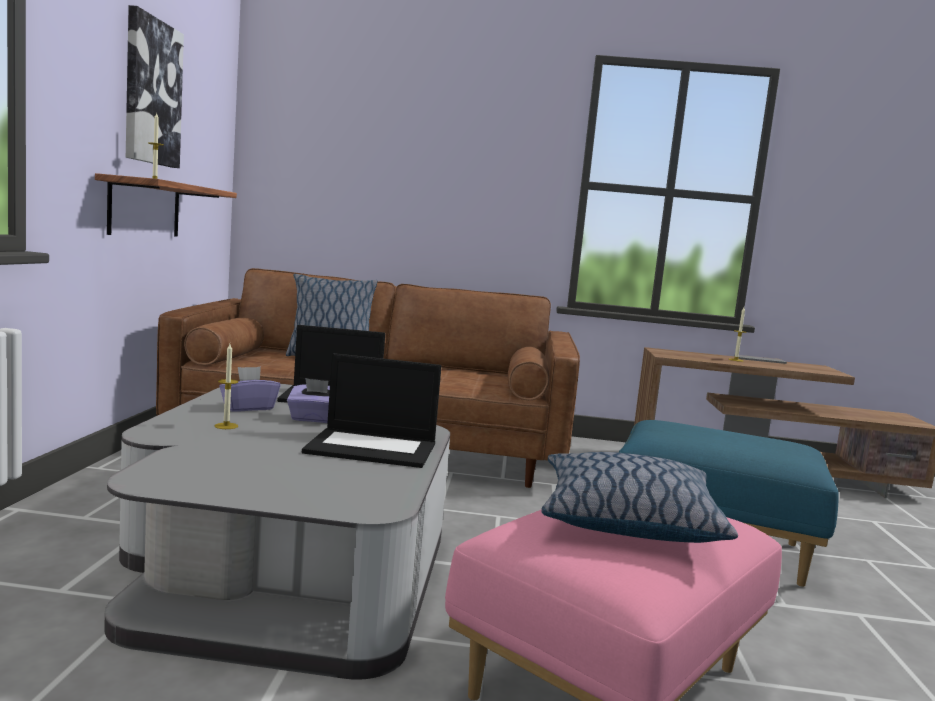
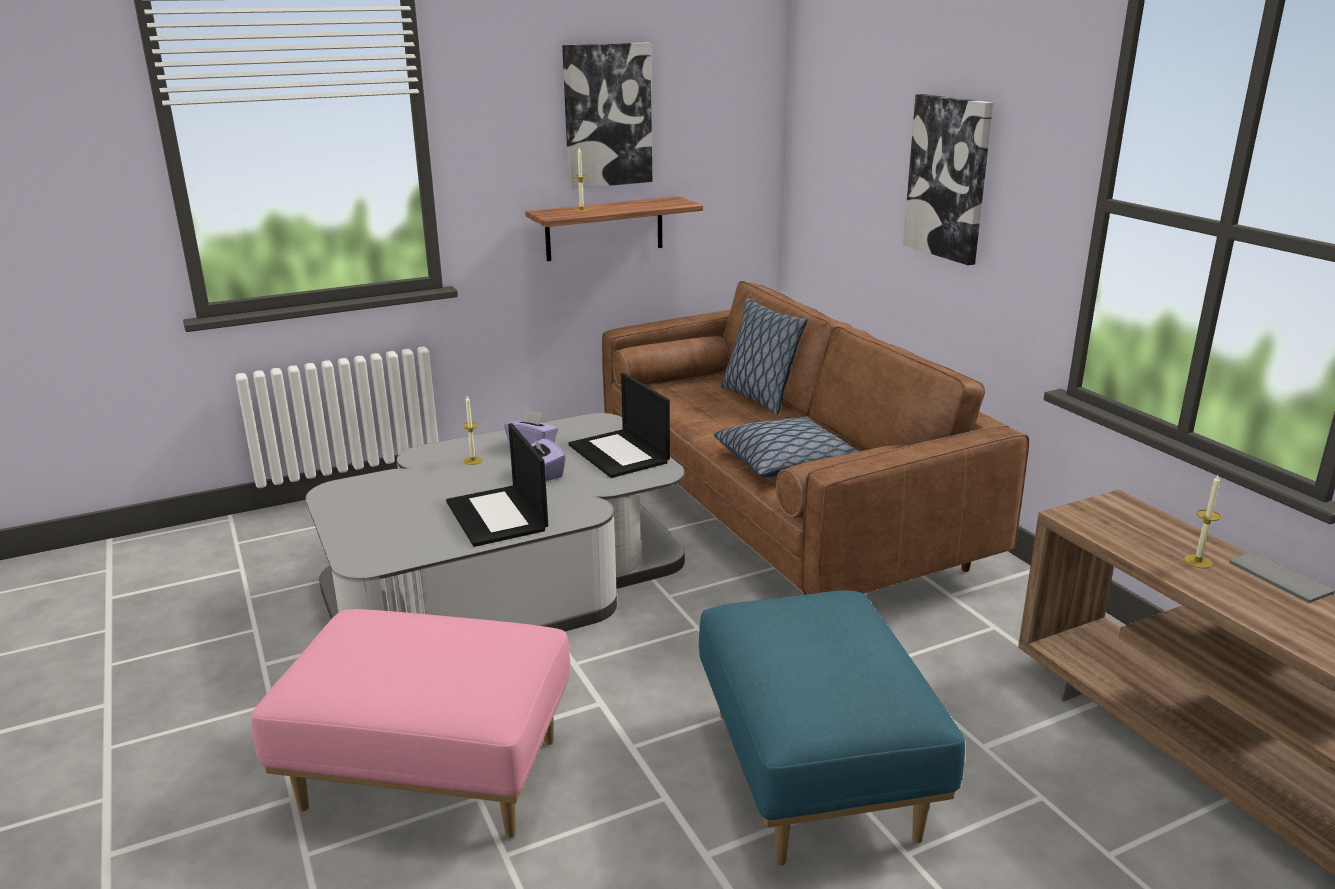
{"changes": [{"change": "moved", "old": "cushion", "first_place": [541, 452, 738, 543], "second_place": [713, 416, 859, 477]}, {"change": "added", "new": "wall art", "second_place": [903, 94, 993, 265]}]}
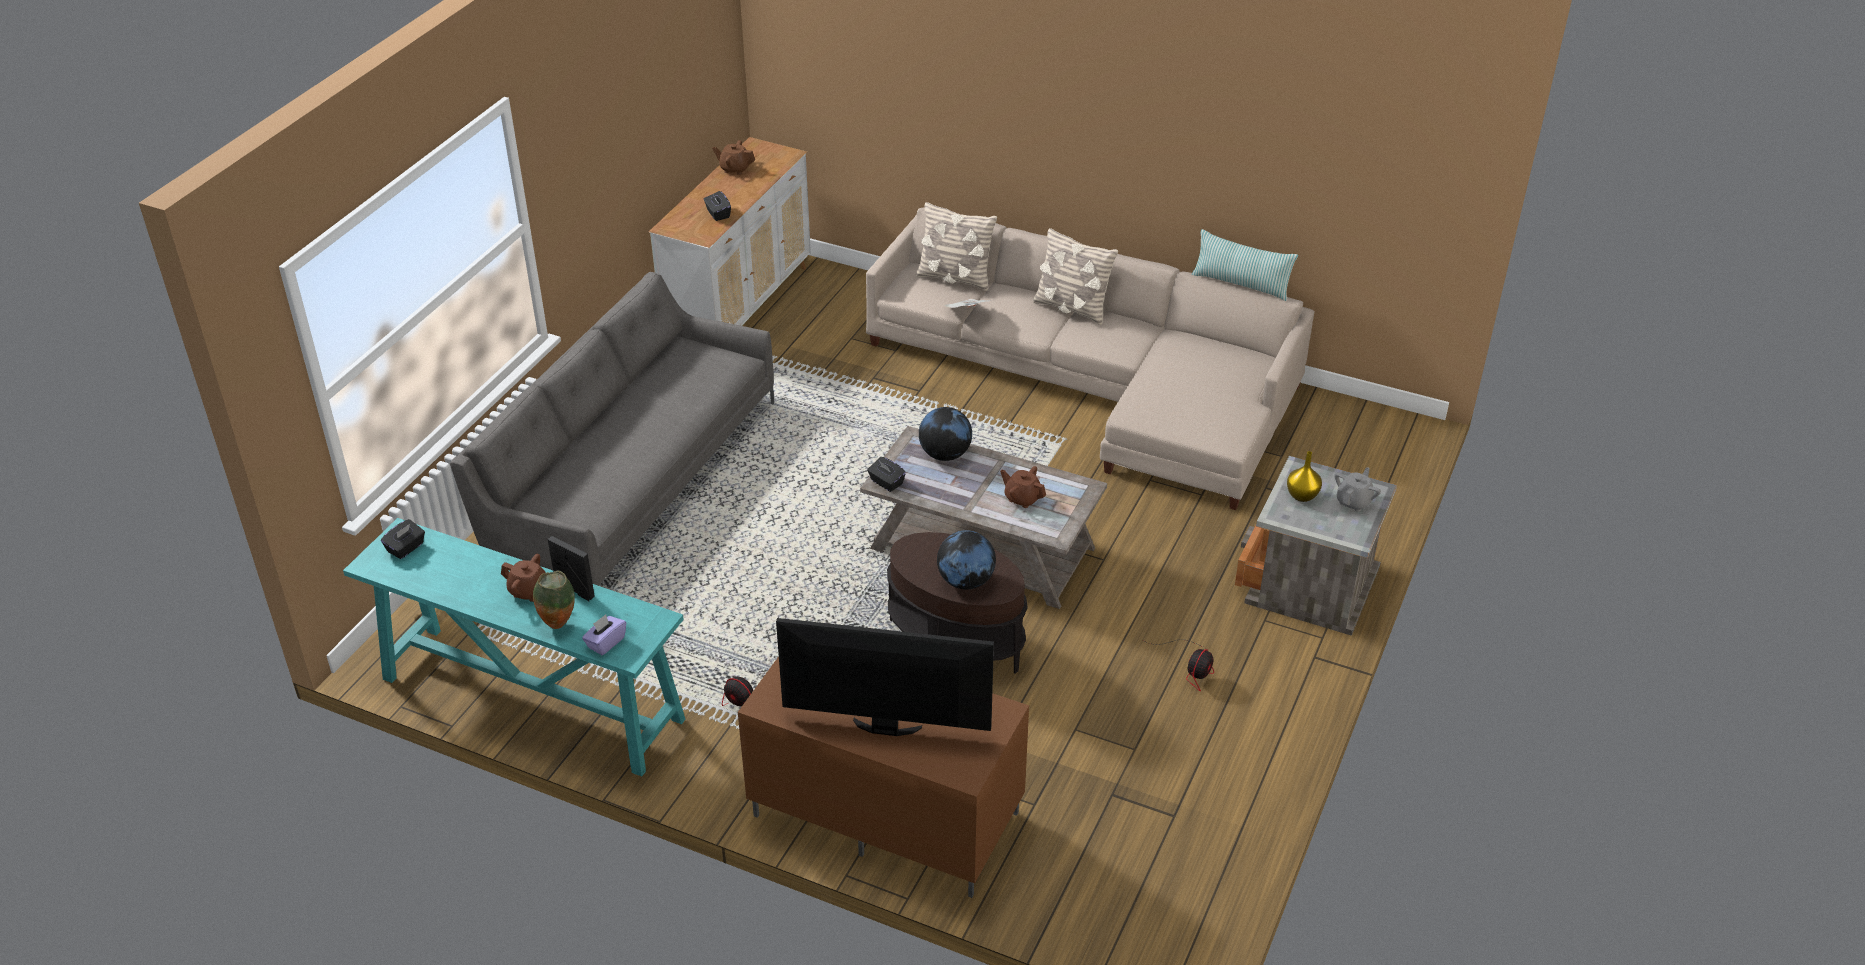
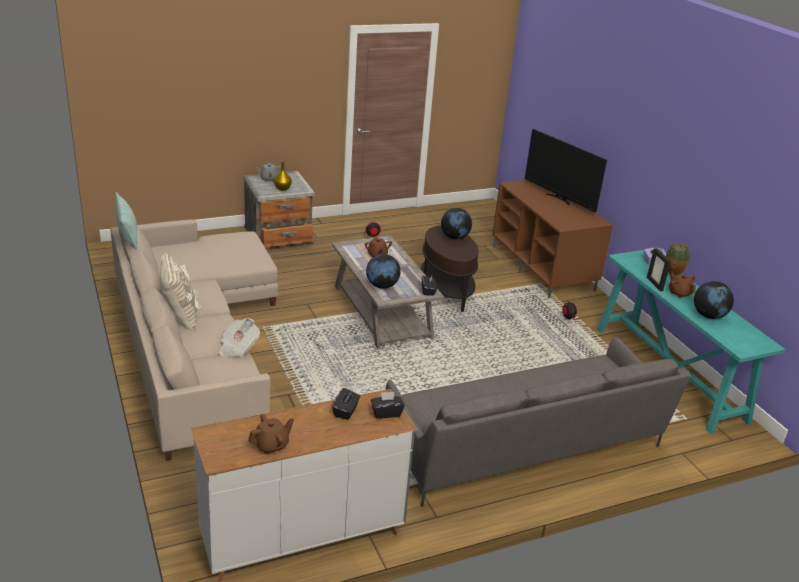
{"changes": [{"change": "moved", "old": "blackish box of tissues", "first_place": [381, 519, 425, 559], "second_place": [371, 392, 405, 419]}, {"change": "turned", "old": "brown pot for tea", "first_place": [712, 140, 755, 175], "second_place": [248, 414, 294, 455], "degrees": -90}, {"change": "removed", "old": "sand-coloured cushion", "first_place": [916, 202, 997, 291]}, {"change": "added", "new": "globe", "second_place": [694, 281, 734, 319]}]}
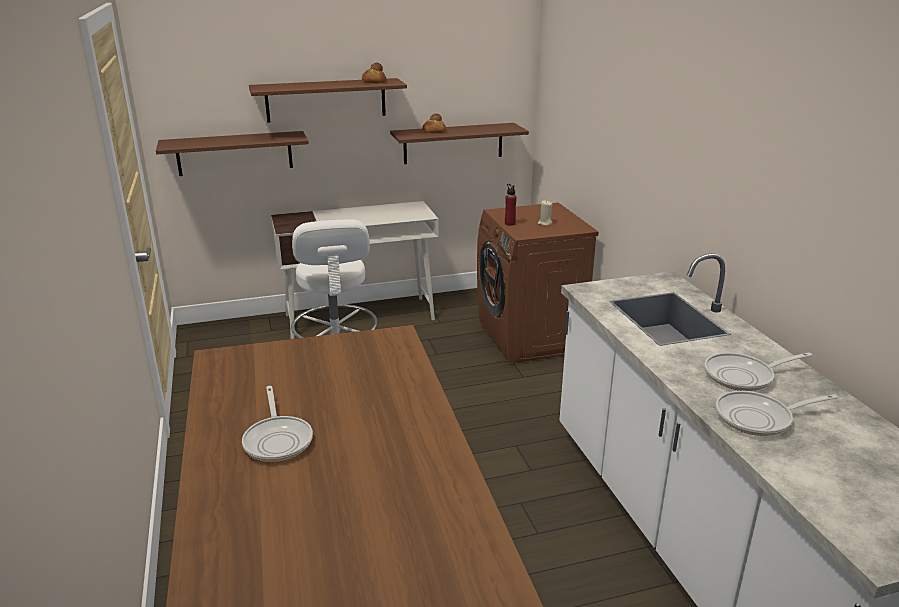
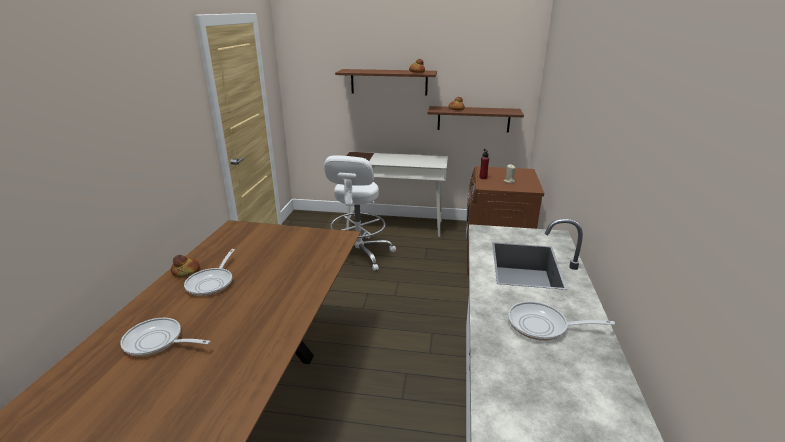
{"changes": [{"change": "removed", "old": "brown wall shelf", "first_place": [156, 131, 309, 176]}, {"change": "moved", "old": "skillet", "first_place": [716, 391, 838, 436], "second_place": [120, 318, 211, 356]}, {"change": "added", "new": "baked bread", "second_place": [171, 255, 200, 277]}]}
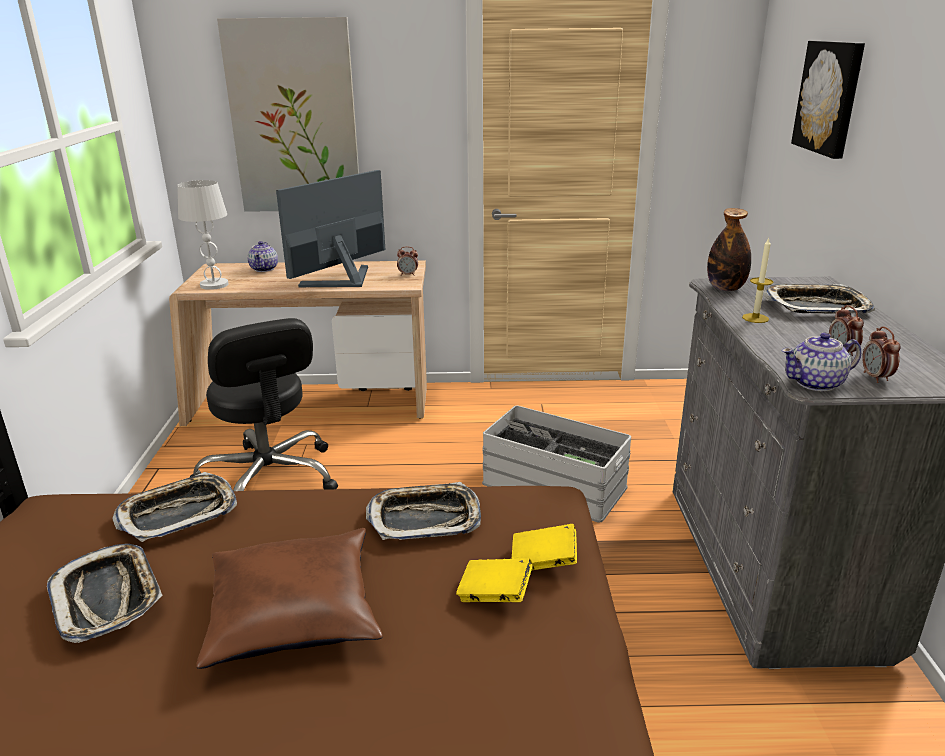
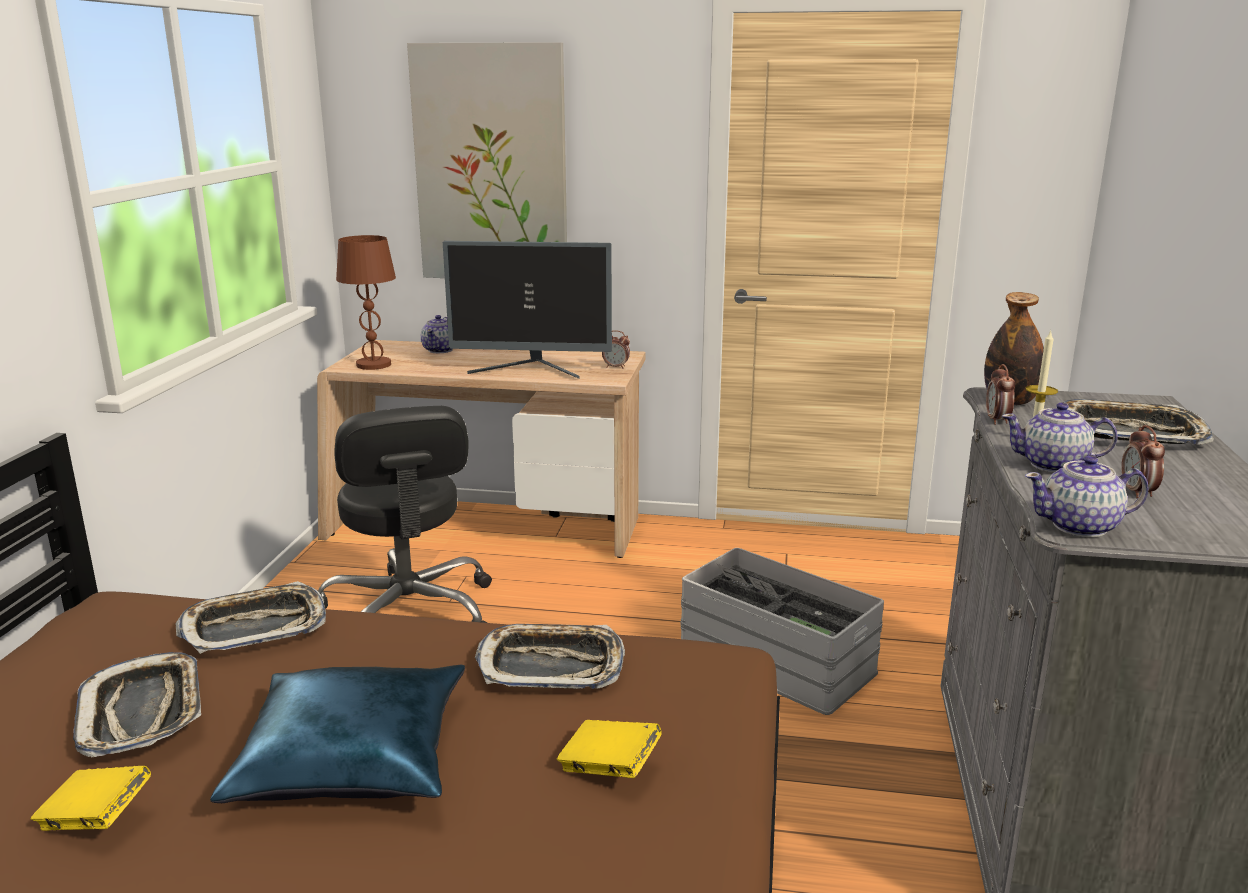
{"changes": [{"change": "recoloured", "old": "white-coloured table lamp", "new": "brown table lamp", "first_place": [177, 180, 229, 290], "second_place": [336, 235, 396, 370]}, {"change": "recoloured", "old": "brown cushion", "new": "bluish cushion", "first_place": [196, 528, 383, 669], "second_place": [210, 665, 465, 803]}, {"change": "turned", "old": "computer screen", "first_place": [276, 170, 385, 287], "second_place": [443, 241, 612, 379], "degrees": -135}, {"change": "moved", "old": "yellow-coloured volume", "first_place": [512, 524, 577, 570], "second_place": [31, 766, 151, 831]}, {"change": "removed", "old": "wall art", "first_place": [791, 41, 865, 159]}, {"change": "moved", "old": "table clock", "first_place": [862, 326, 901, 383], "second_place": [986, 364, 1015, 425]}, {"change": "added", "new": "pot for tea", "second_place": [1002, 402, 1118, 473]}]}
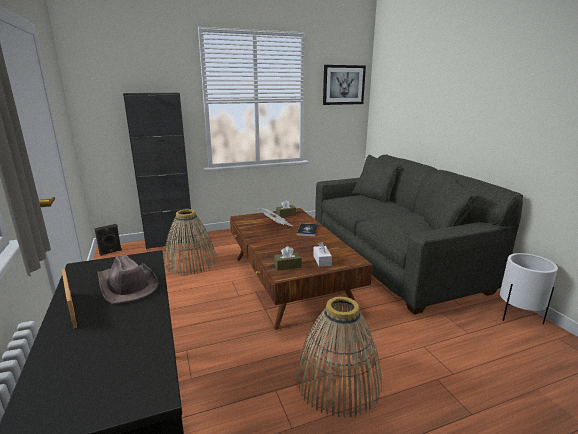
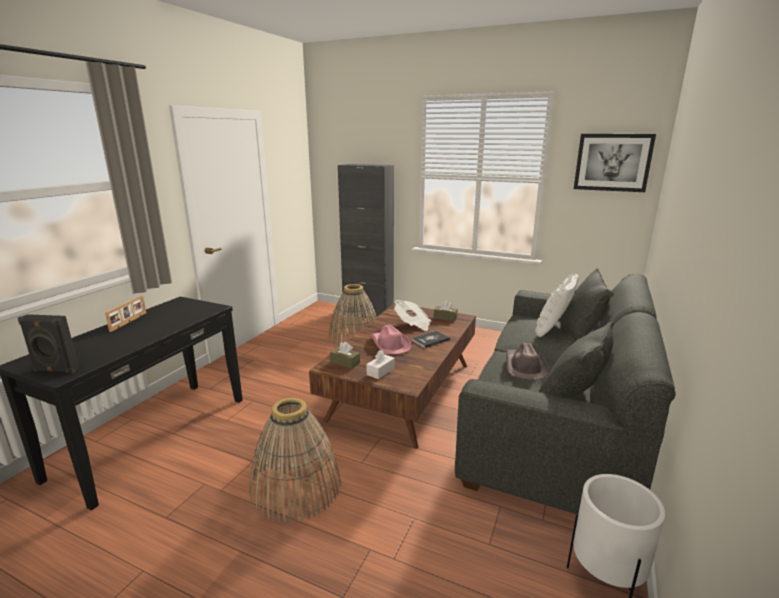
{"changes": [{"change": "moved", "old": "blackish audio speaker", "first_place": [94, 224, 122, 256], "second_place": [18, 314, 79, 373]}, {"change": "moved", "old": "brown clothing hat", "first_place": [97, 255, 159, 304], "second_place": [506, 342, 548, 380]}, {"change": "added", "new": "pink clothing hat", "second_place": [371, 325, 412, 354]}, {"change": "added", "new": "white-coloured cushion", "second_place": [535, 273, 579, 337]}]}
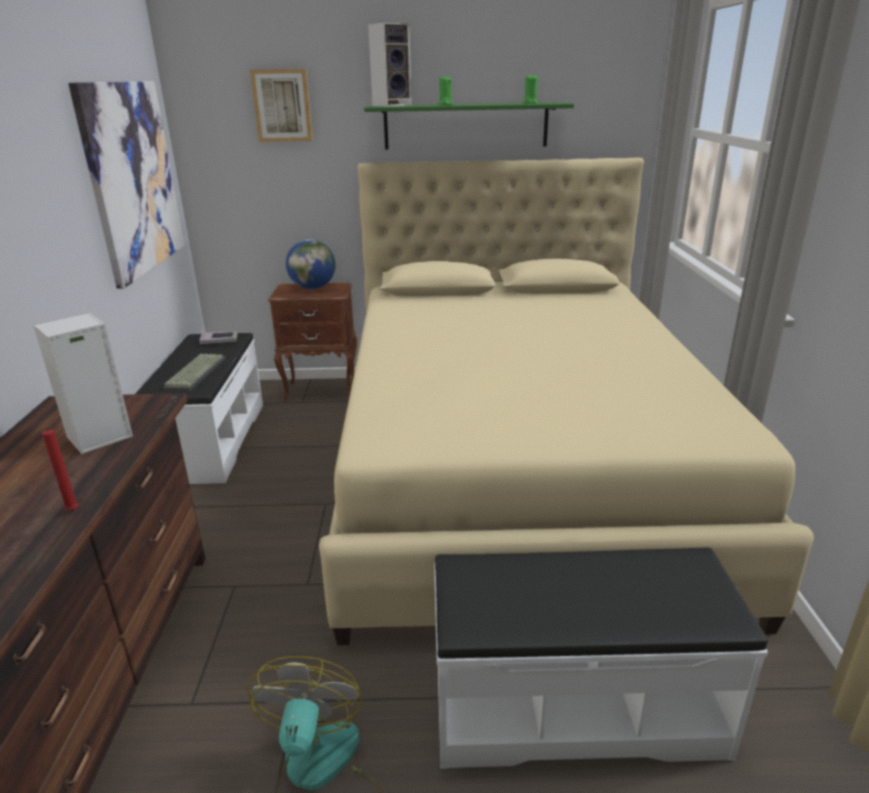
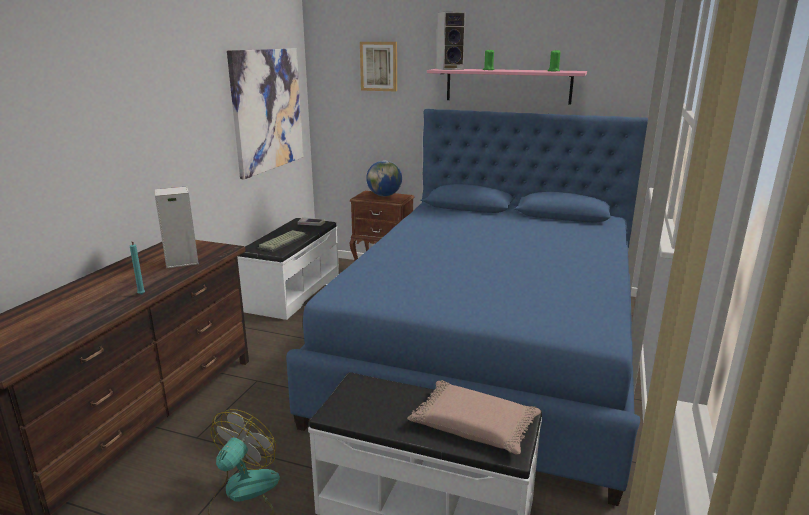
{"changes": [{"change": "recoloured", "old": "reddish candle", "new": "turquoise candle", "first_place": [42, 426, 78, 511], "second_place": [130, 242, 145, 295]}, {"change": "recoloured", "old": "sand-coloured sleeping bed", "new": "bluish sleeping bed", "first_place": [319, 158, 814, 645], "second_place": [286, 109, 648, 506]}, {"change": "recoloured", "old": "greenish wall shelf", "new": "pink wall shelf", "first_place": [364, 102, 574, 150], "second_place": [427, 69, 587, 105]}, {"change": "added", "new": "sand-coloured cushion", "second_place": [407, 380, 541, 455]}]}
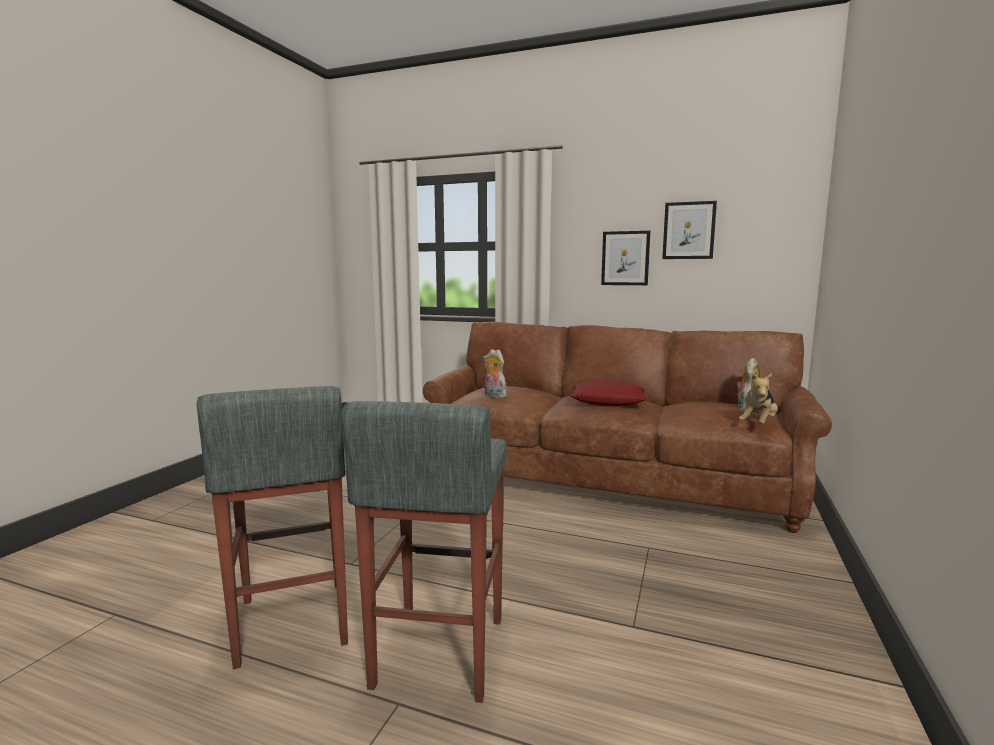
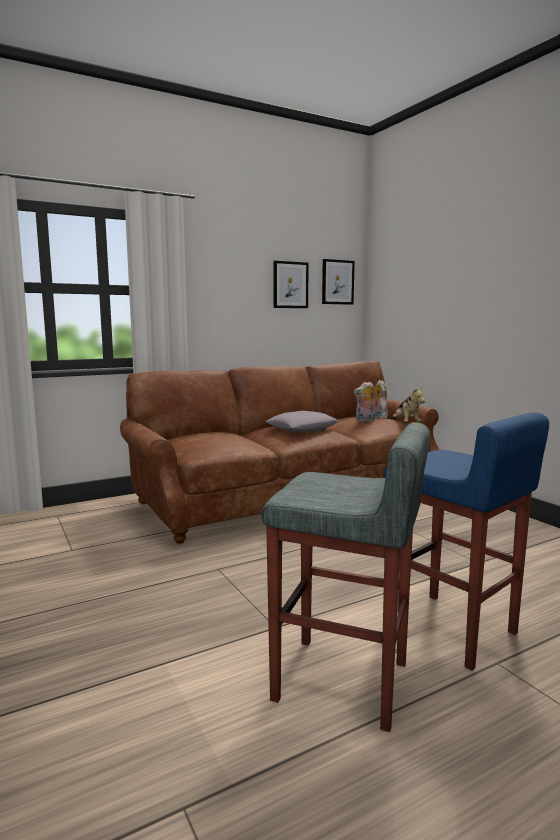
{"changes": [{"change": "recoloured", "old": "gray stool seat", "new": "bluish stool seat", "first_place": [341, 401, 507, 703], "second_place": [383, 412, 549, 671]}, {"change": "moved", "old": "soft toy", "first_place": [482, 349, 510, 398], "second_place": [354, 382, 375, 422]}, {"change": "recoloured", "old": "reddish cushion", "new": "gray cushion", "first_place": [570, 380, 647, 406], "second_place": [266, 411, 339, 432]}, {"change": "moved", "old": "wall art", "first_place": [601, 231, 650, 285], "second_place": [322, 259, 355, 305]}]}
